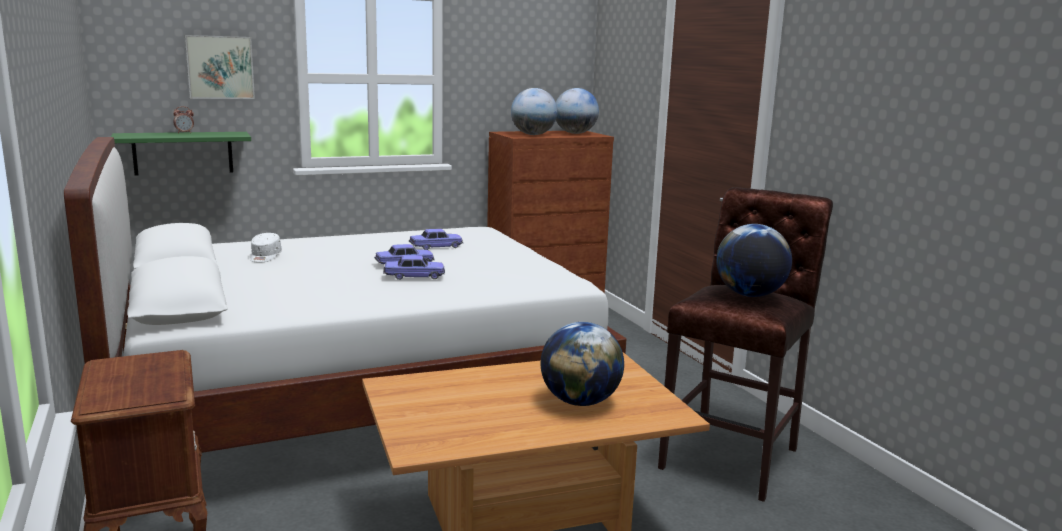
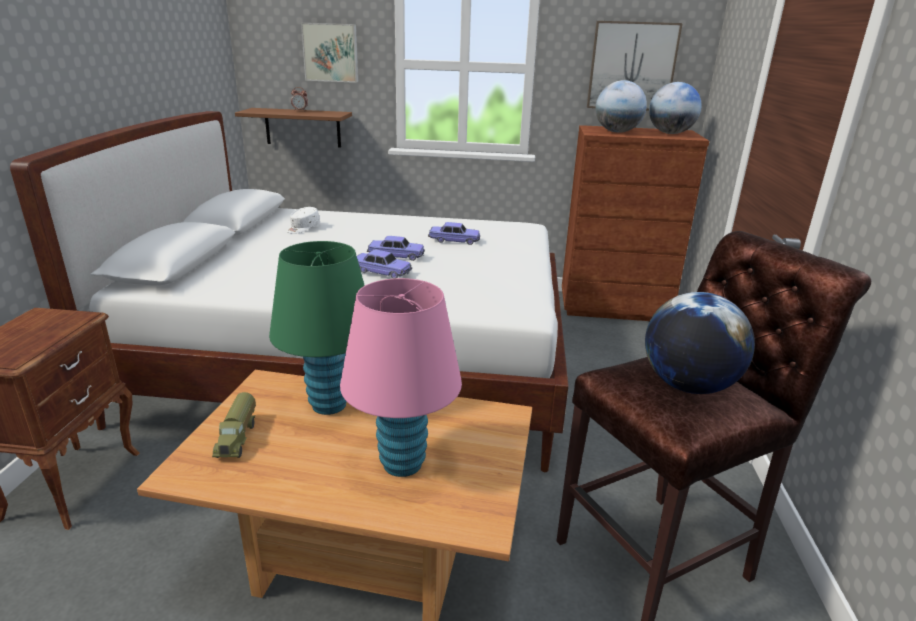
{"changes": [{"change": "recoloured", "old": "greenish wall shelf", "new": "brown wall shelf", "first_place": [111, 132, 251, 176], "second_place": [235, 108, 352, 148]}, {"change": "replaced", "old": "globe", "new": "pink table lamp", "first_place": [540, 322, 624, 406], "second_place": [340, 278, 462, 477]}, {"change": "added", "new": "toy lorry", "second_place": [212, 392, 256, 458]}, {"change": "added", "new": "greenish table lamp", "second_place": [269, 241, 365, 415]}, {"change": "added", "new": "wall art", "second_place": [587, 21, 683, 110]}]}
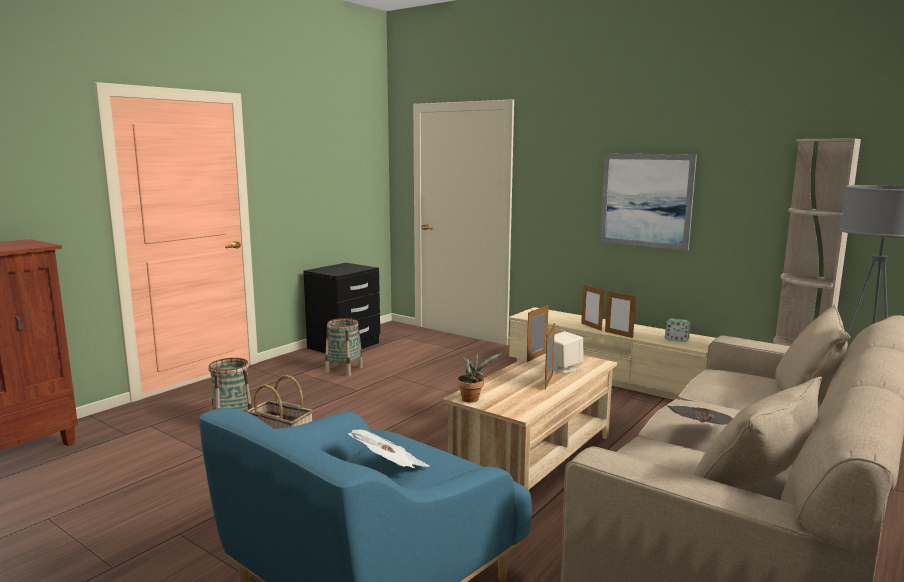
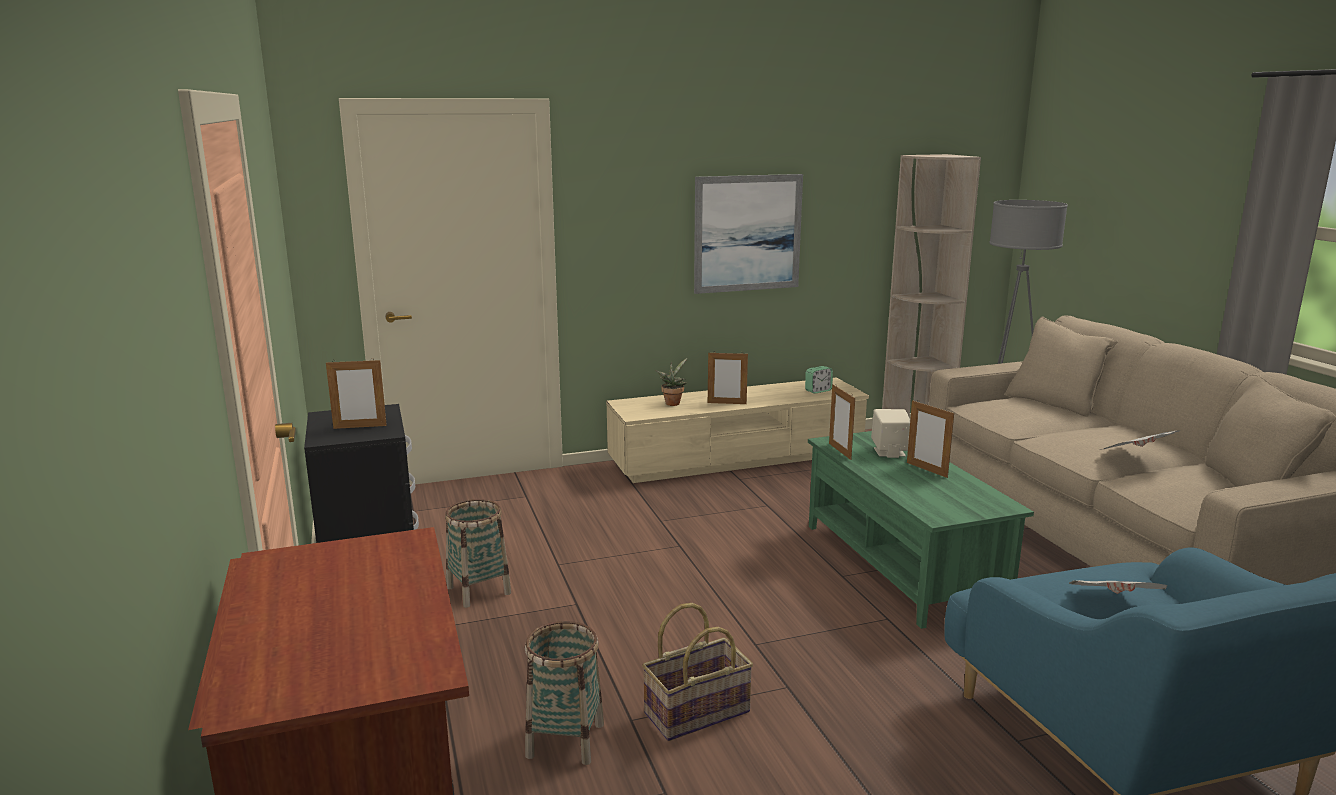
{"changes": [{"change": "recoloured", "old": "sand-coloured coffee table", "new": "greenish coffee table", "first_place": [443, 354, 617, 490], "second_place": [808, 431, 1034, 629]}, {"change": "moved", "old": "plant in a pot", "first_place": [458, 351, 502, 403], "second_place": [655, 358, 687, 406]}, {"change": "moved", "old": "picture frame", "first_place": [605, 290, 636, 338], "second_place": [326, 359, 387, 429]}]}
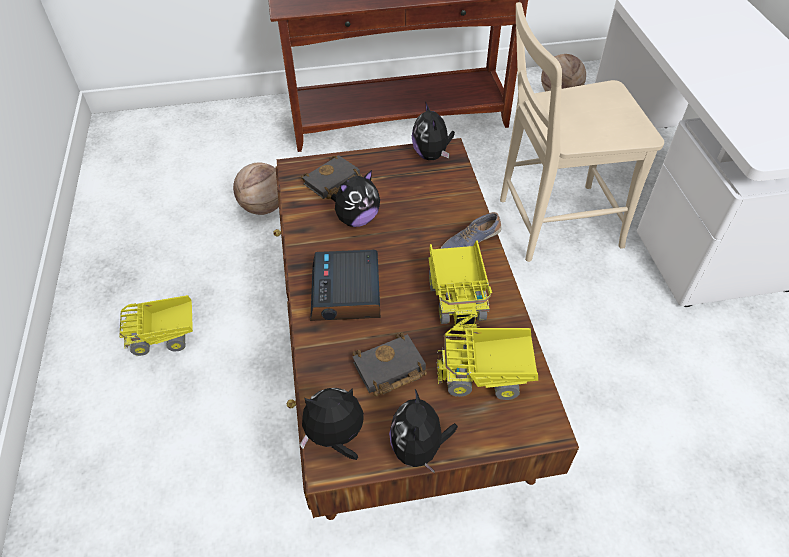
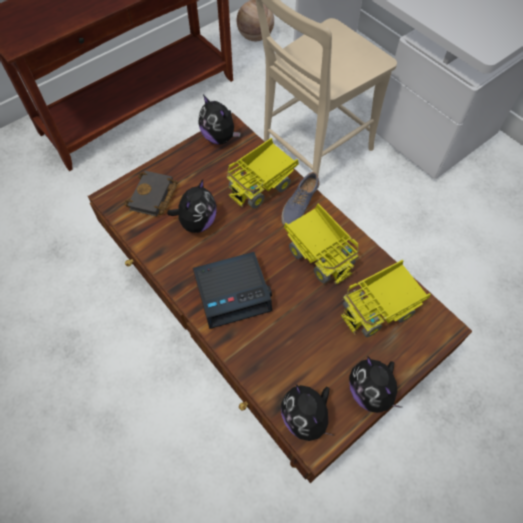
{"changes": [{"change": "moved", "old": "toy lorry", "first_place": [119, 295, 193, 356], "second_place": [226, 138, 299, 209]}, {"change": "removed", "old": "basketball ball", "first_place": [233, 162, 279, 215]}, {"change": "turned", "old": "soft toy", "first_place": [300, 388, 364, 460], "second_place": [281, 384, 332, 441], "degrees": -75}, {"change": "turned", "old": "table clock", "first_place": [310, 250, 380, 321], "second_place": [193, 252, 272, 329], "degrees": -75}, {"change": "removed", "old": "blackish volume", "first_place": [353, 332, 427, 396]}]}
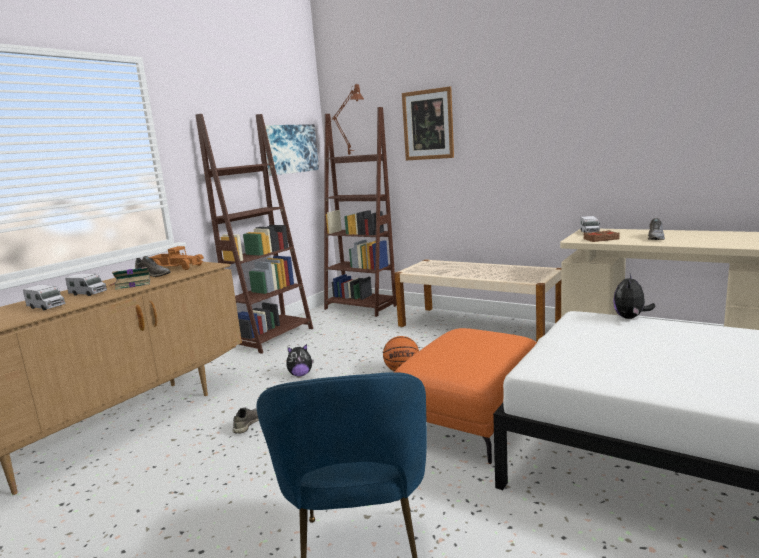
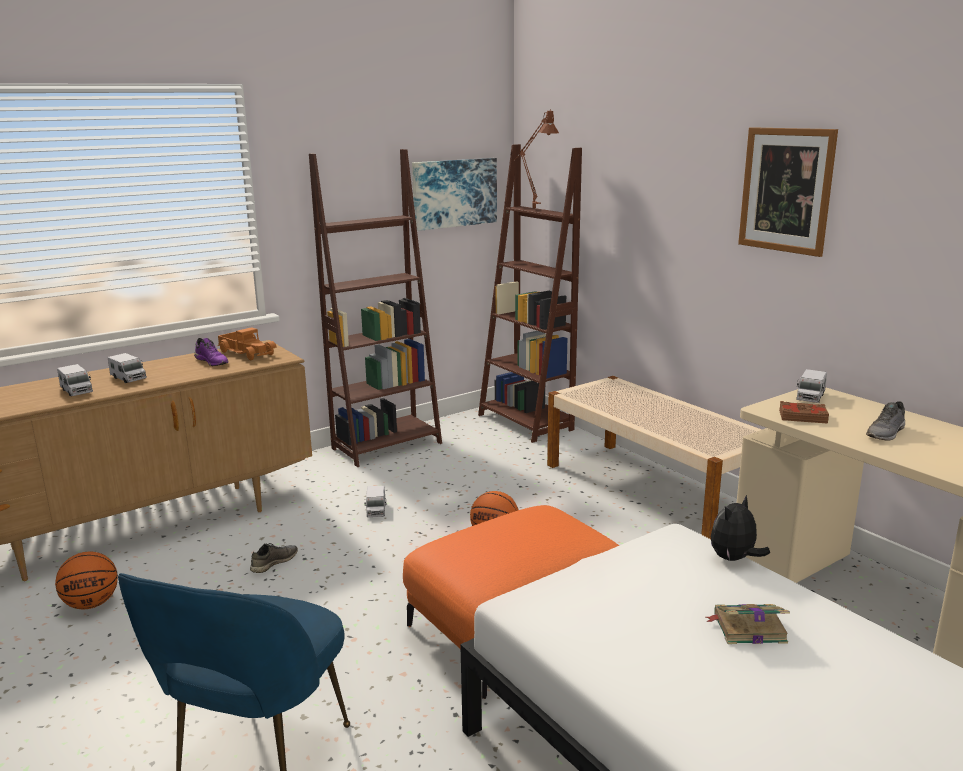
{"changes": [{"change": "moved", "old": "volume", "first_place": [110, 267, 151, 290], "second_place": [706, 604, 790, 644]}, {"change": "recoloured", "old": "gray low shoe", "new": "purplish low shoe", "first_place": [135, 256, 171, 277], "second_place": [194, 338, 229, 366]}, {"change": "replaced", "old": "soft toy", "new": "toy lorry", "first_place": [286, 344, 314, 377], "second_place": [364, 485, 386, 517]}, {"change": "moved", "old": "wall art", "first_place": [402, 86, 454, 161], "second_place": [738, 127, 838, 257]}, {"change": "added", "new": "basketball ball", "second_place": [55, 552, 118, 609]}]}
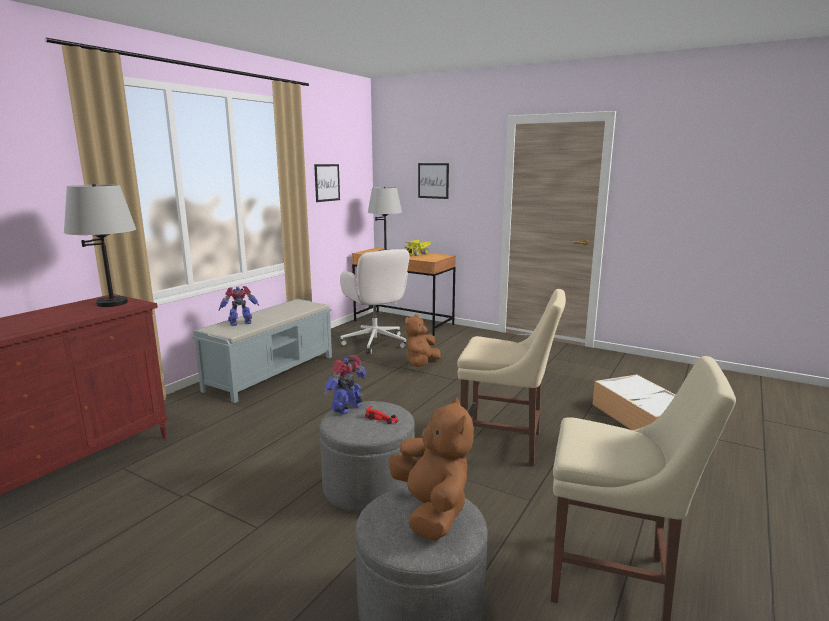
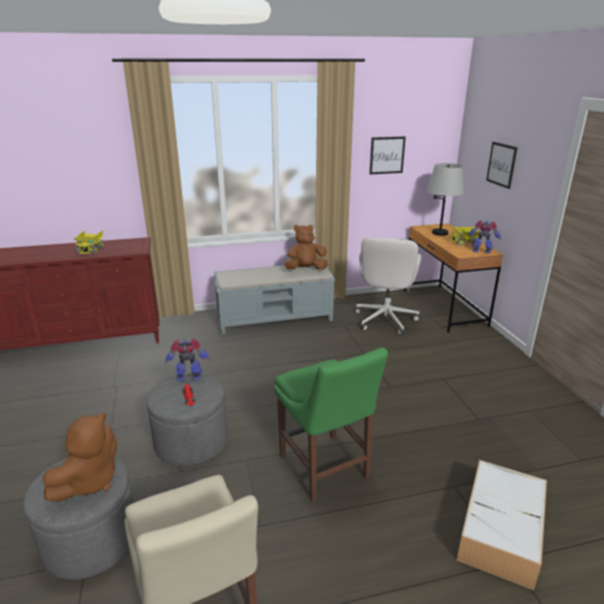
{"changes": [{"change": "removed", "old": "gray table lamp", "first_place": [64, 184, 136, 307]}, {"change": "moved", "old": "robot figure", "first_place": [219, 286, 259, 326], "second_place": [467, 220, 501, 254]}, {"change": "moved", "old": "brown soft toy", "first_place": [405, 314, 441, 367], "second_place": [284, 225, 328, 270]}, {"change": "recoloured", "old": "sand-coloured upright chair", "new": "greenish upright chair", "first_place": [457, 289, 566, 466], "second_place": [274, 348, 388, 502]}, {"change": "added", "new": "toy lorry", "second_place": [74, 230, 104, 254]}]}
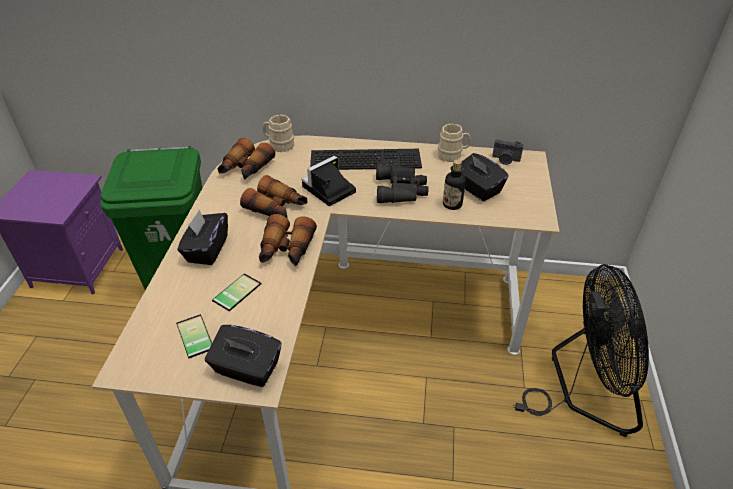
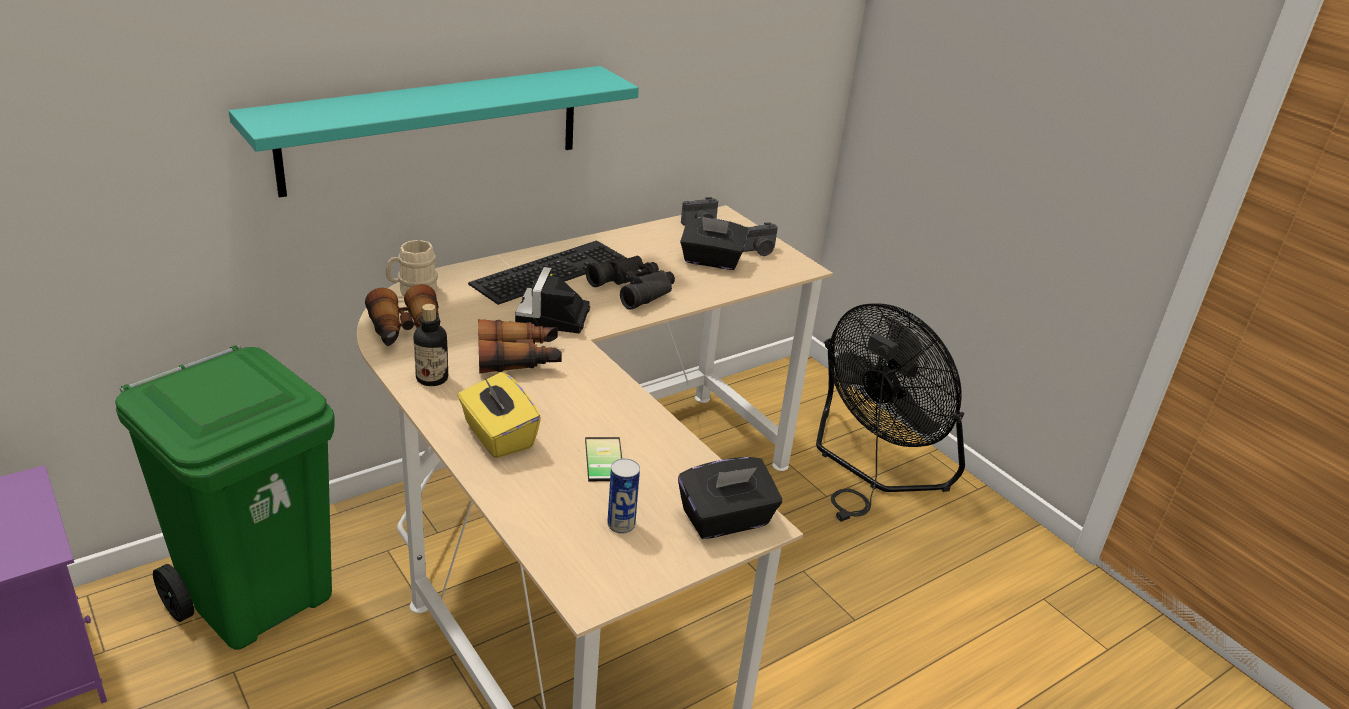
{"changes": [{"change": "replaced", "old": "handset", "new": "sealed can", "first_place": [174, 314, 212, 359], "second_place": [607, 459, 640, 534]}, {"change": "recoloured", "old": "blackish box of tissues", "new": "yellow-coloured box of tissues", "first_place": [177, 210, 228, 265], "second_place": [458, 372, 541, 458]}, {"change": "removed", "old": "pair of binoculars", "first_place": [259, 214, 317, 266]}, {"change": "removed", "old": "sand-coloured tea mug", "first_place": [438, 124, 471, 162]}, {"change": "moved", "old": "drink bottle", "first_place": [443, 159, 466, 210], "second_place": [414, 304, 448, 386]}, {"change": "added", "new": "turquoise wall shelf", "second_place": [229, 66, 639, 198]}, {"change": "added", "new": "still camera", "second_place": [743, 222, 778, 256]}]}
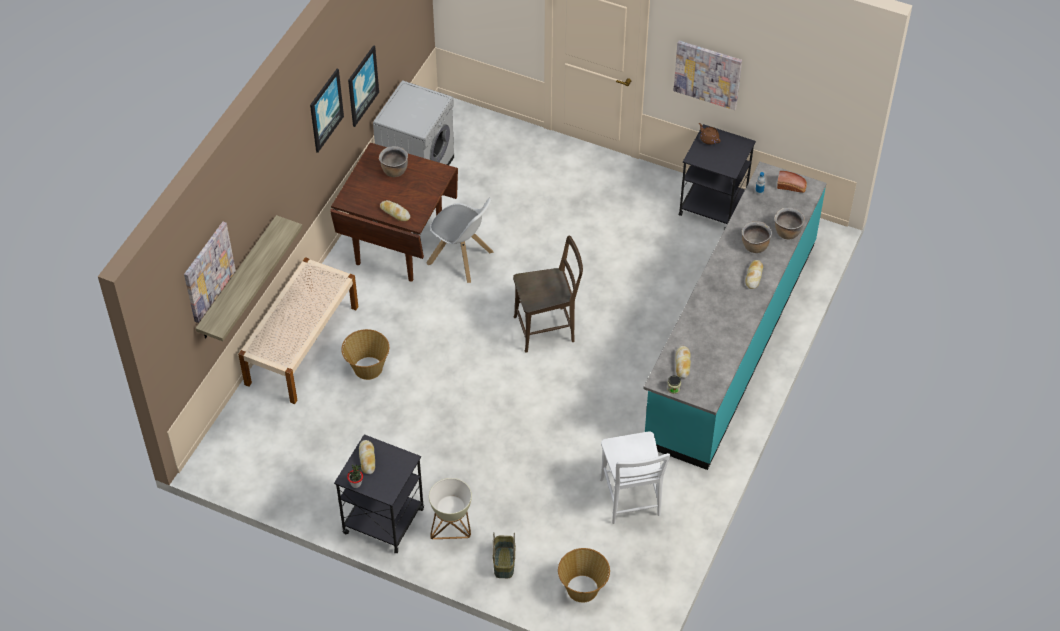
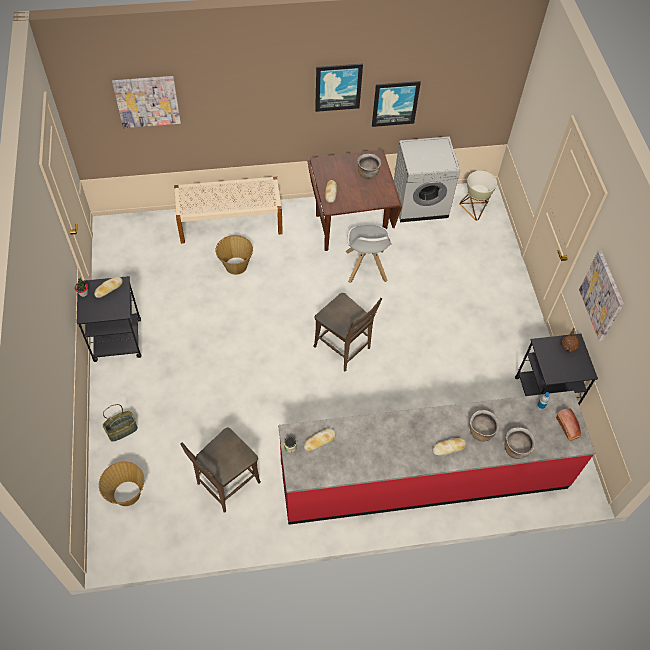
{"changes": [{"change": "removed", "old": "wall shelf", "first_place": [196, 215, 303, 341]}, {"change": "moved", "old": "plant pot", "first_place": [429, 478, 472, 539], "second_place": [459, 171, 497, 221]}, {"change": "recoloured", "old": "white-coloured upright chair", "new": "brown upright chair", "first_place": [600, 431, 670, 524], "second_place": [180, 428, 261, 513]}, {"change": "recoloured", "old": "turquoise counter", "new": "reddish counter", "first_place": [643, 162, 826, 470], "second_place": [278, 391, 596, 525]}]}
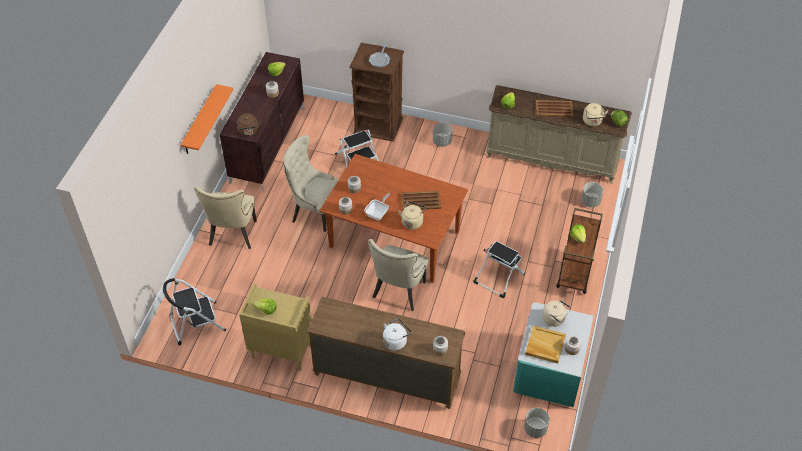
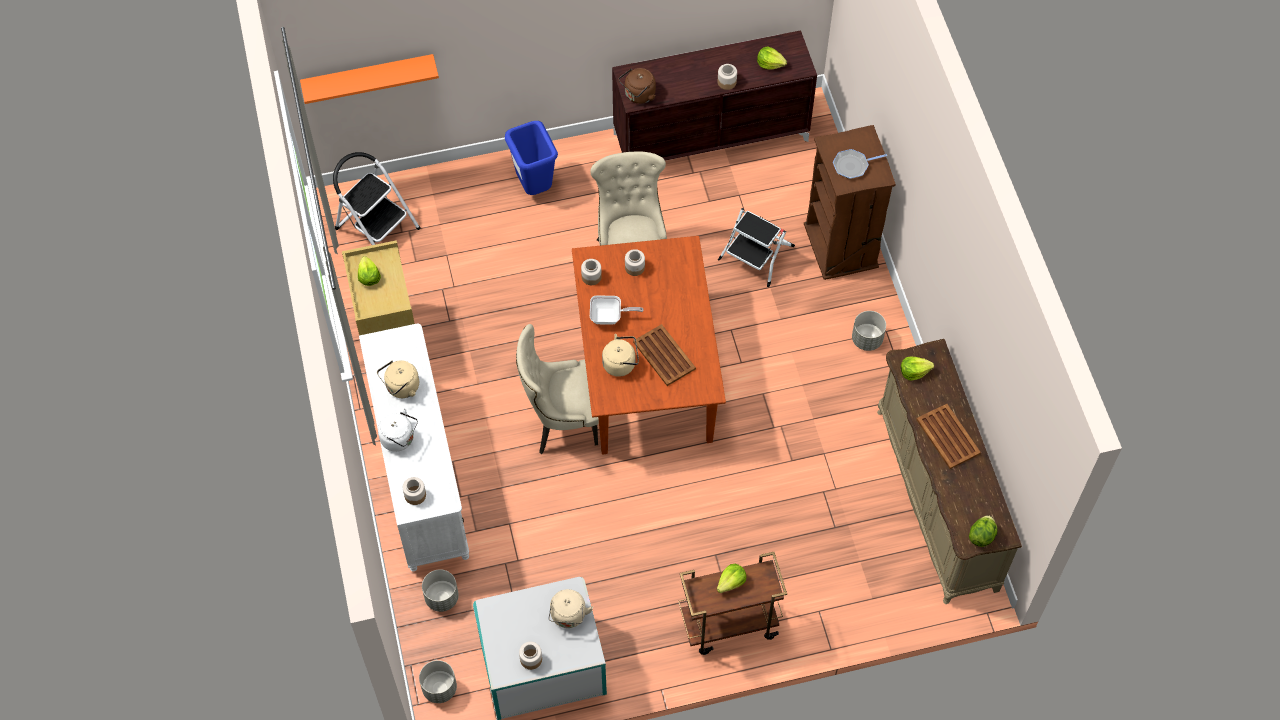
{"changes": [{"change": "moved", "old": "orange-coloured wall shelf", "first_place": [181, 84, 233, 154], "second_place": [300, 54, 439, 104]}, {"change": "replaced", "old": "sand-coloured upright chair", "new": "bluish rubbish bin", "first_place": [194, 186, 257, 249], "second_place": [505, 121, 558, 195]}, {"change": "recoloured", "old": "brown chest of drawers", "new": "white-coloured chest of drawers", "first_place": [307, 297, 465, 409], "second_place": [359, 324, 469, 572]}, {"change": "removed", "old": "stepladder", "first_place": [473, 241, 526, 299]}, {"change": "removed", "old": "sand-coloured tray", "first_place": [525, 325, 566, 364]}, {"change": "moved", "old": "gray plant pot", "first_place": [581, 182, 603, 207], "second_place": [422, 569, 459, 612]}, {"change": "moved", "old": "sand-coloured kettle", "first_place": [583, 103, 608, 126], "second_place": [377, 360, 419, 398]}]}
